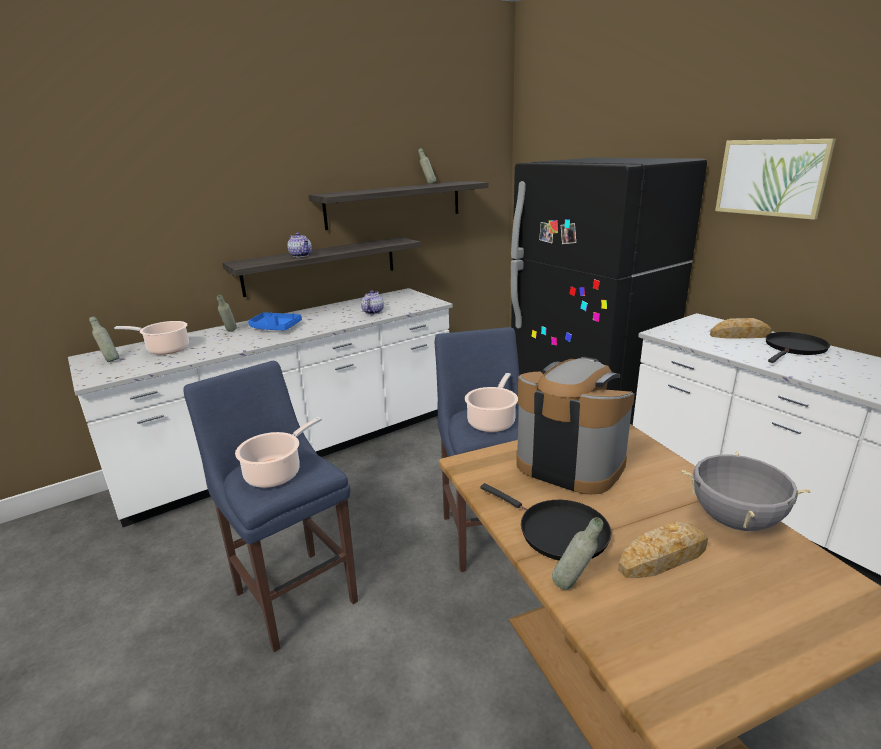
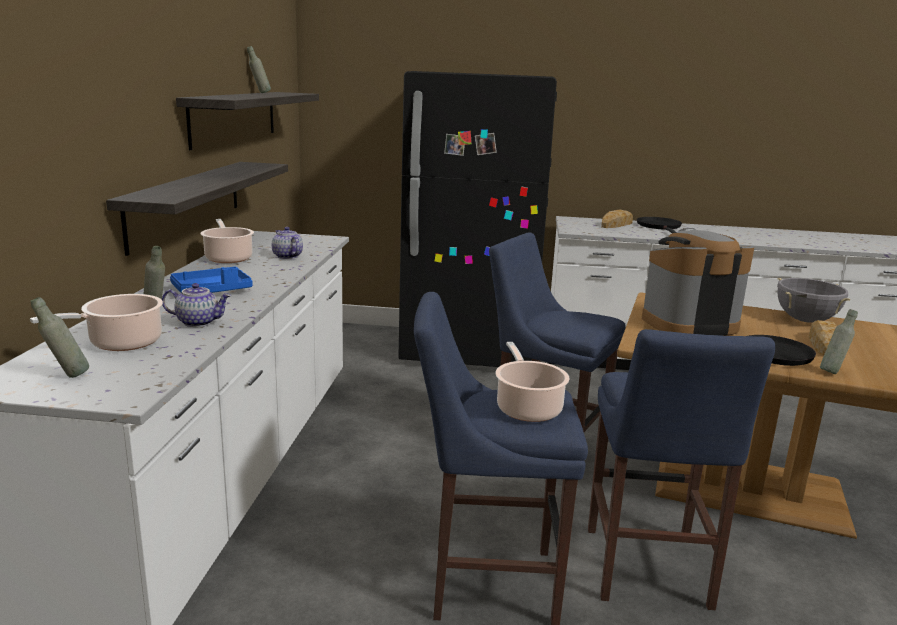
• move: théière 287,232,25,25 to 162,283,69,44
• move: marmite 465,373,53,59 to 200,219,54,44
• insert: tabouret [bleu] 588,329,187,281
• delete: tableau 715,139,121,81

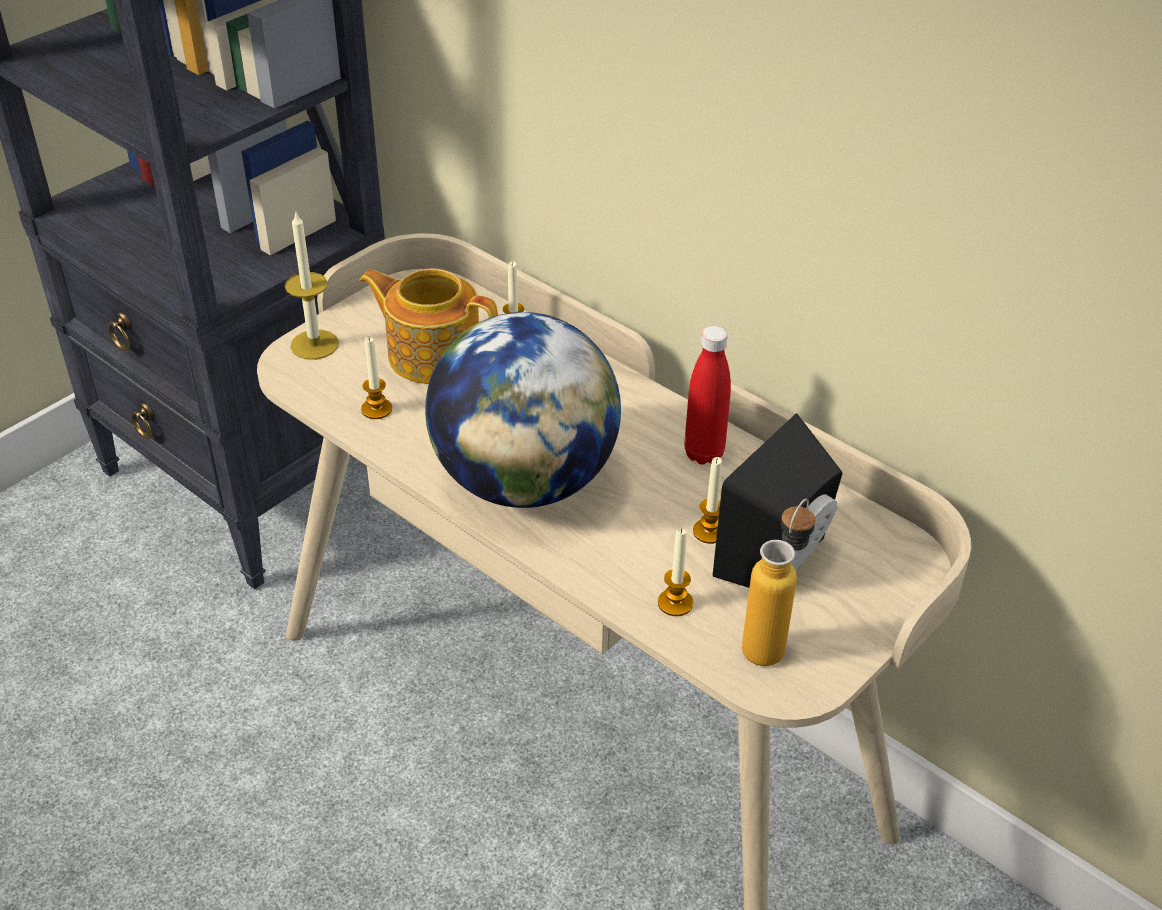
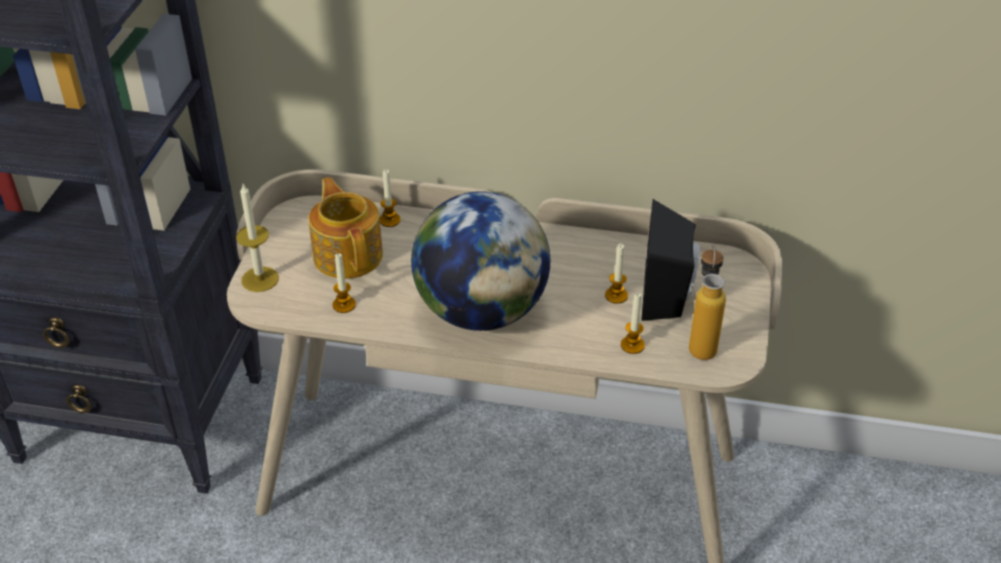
• rotate: théière 359,268,139,116 = 309,177,74,102 75 degrees clockwise
• delete: bouteille [rouge] 684,326,47,139

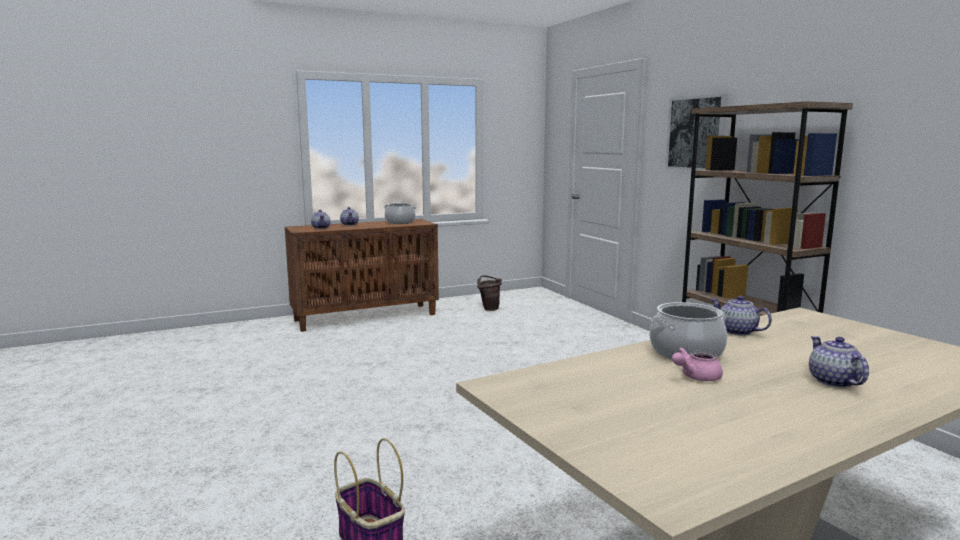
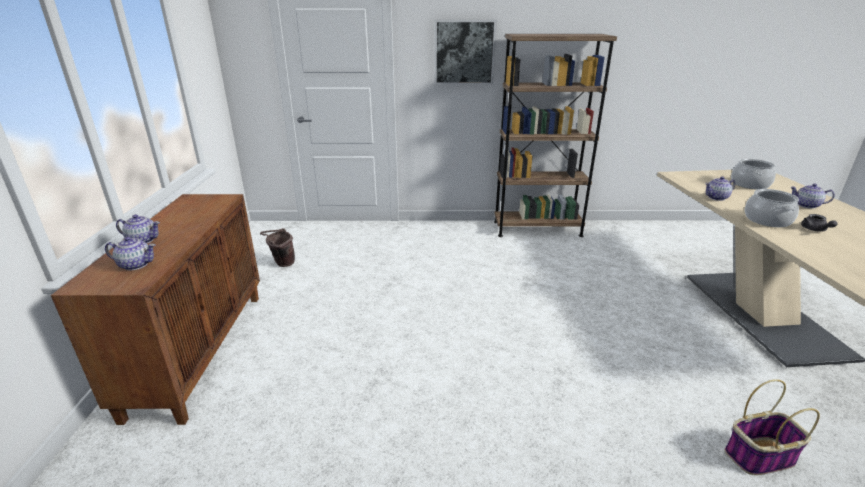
• move: marmite 384,203,32,21 to 731,159,45,31
• recolor: théière [rose] 672,347,51,34 to théière [gris] 801,214,37,18

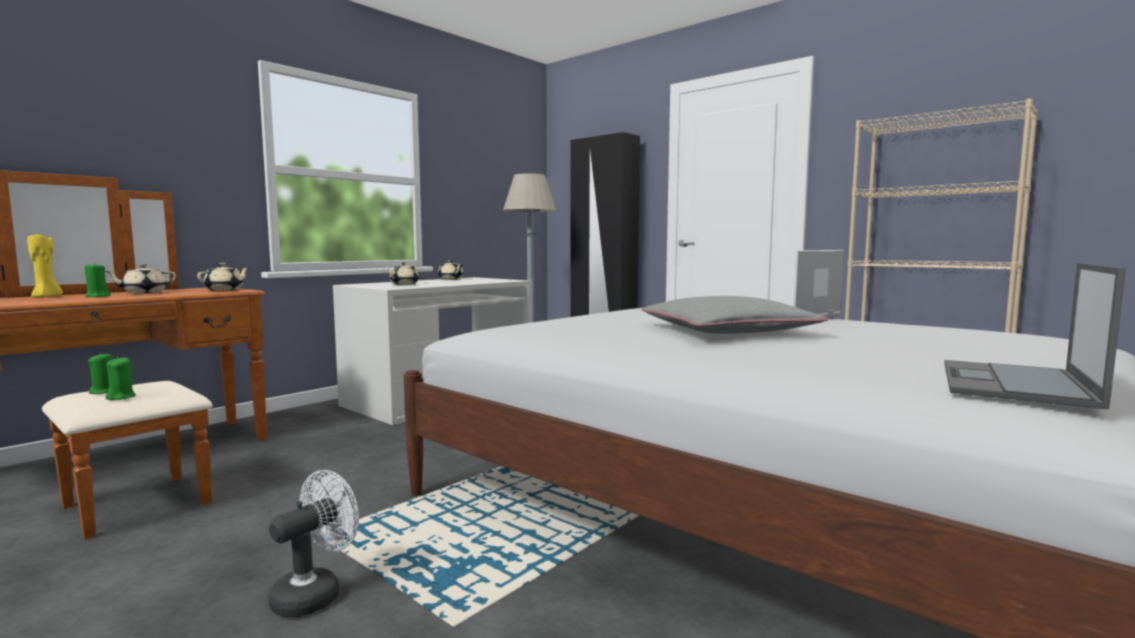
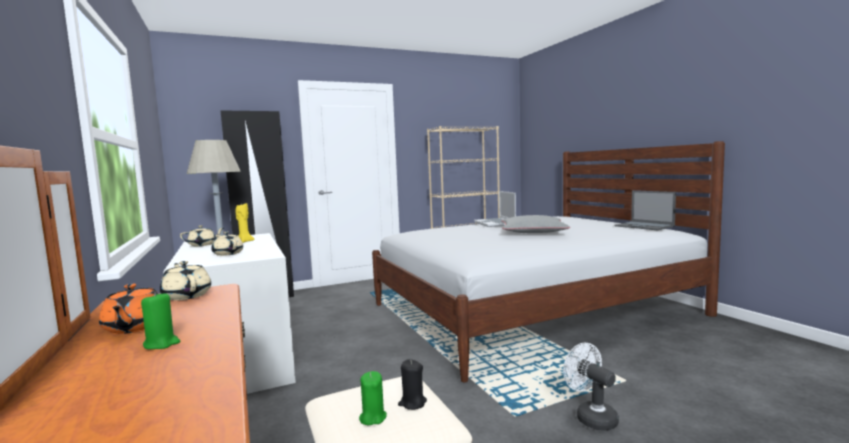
• recolor: théière [beige] 105,264,71,29 to théière [orange] 99,284,60,50
• move: bougie [jaune] 27,234,36,64 to 235,203,20,40
• recolor: bougie [vert] 106,357,30,43 to bougie [noir] 398,359,29,51

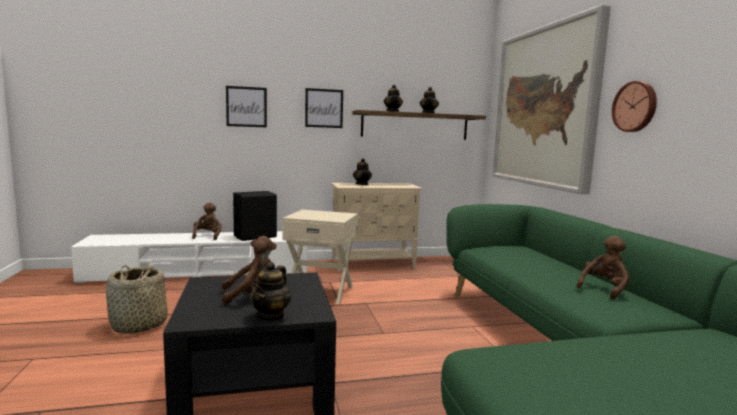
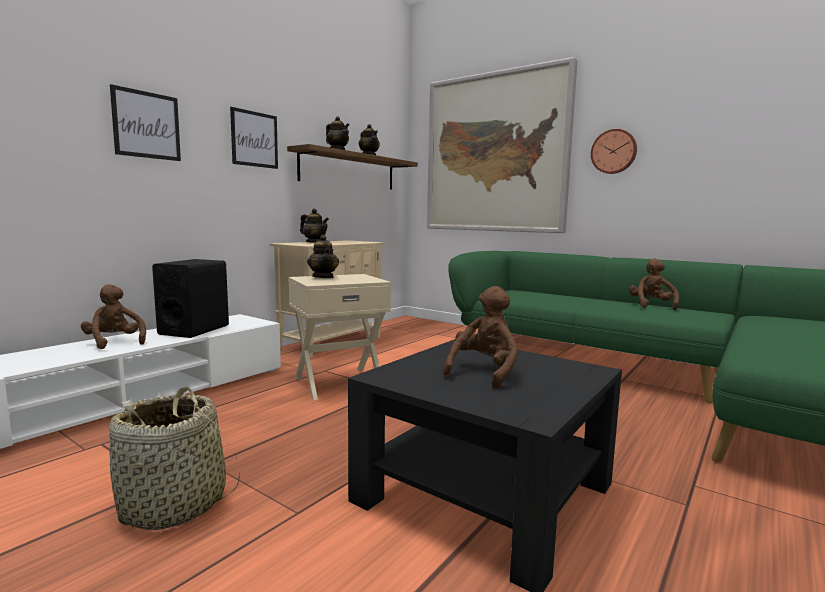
• move: théière 250,261,41,61 to 307,235,32,43

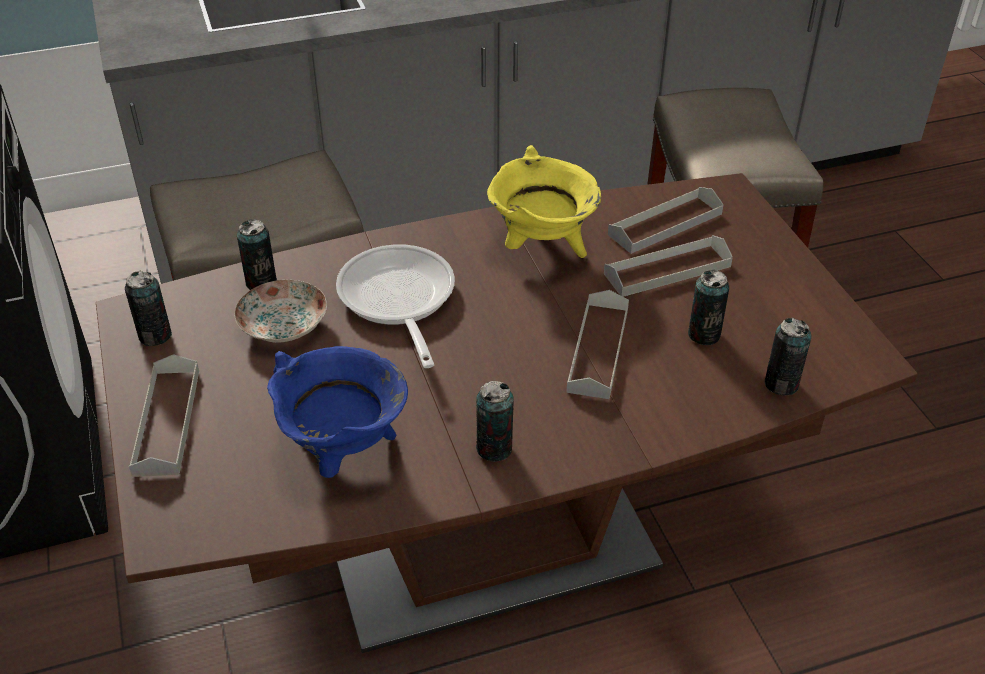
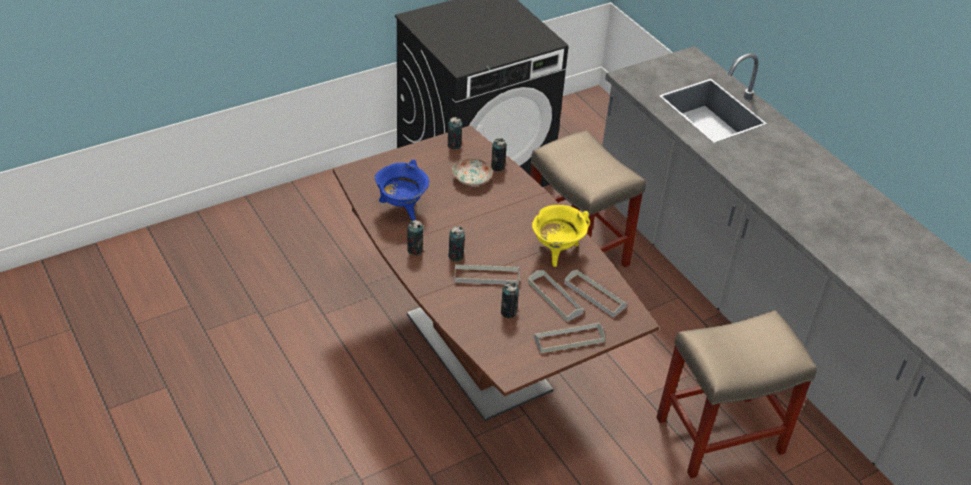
• move: boîte métallique 765,317,46,79 to 448,226,17,36
• move: plateau [gris] 129,354,70,123 to 534,323,71,31
• delete: poêle 336,245,119,123

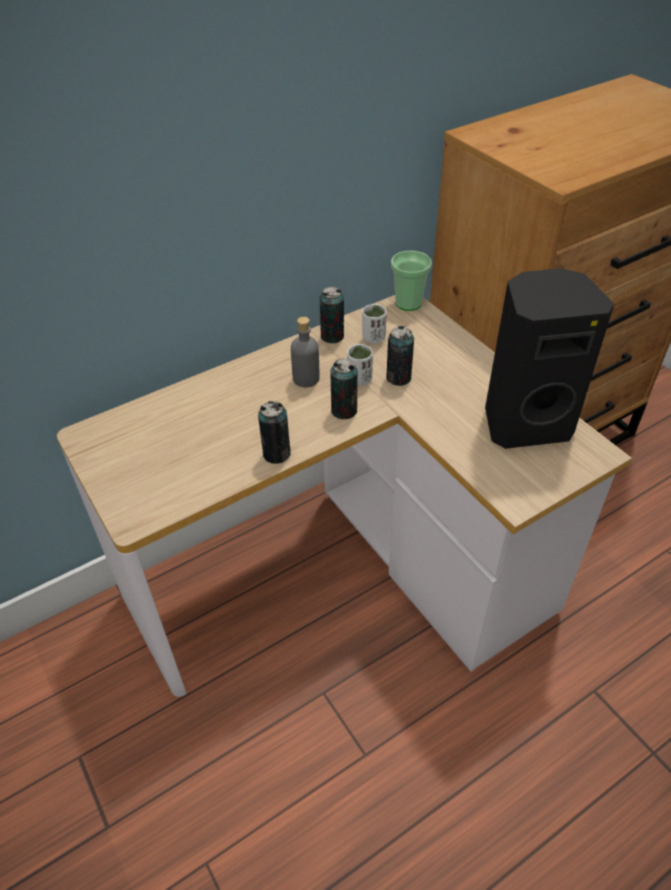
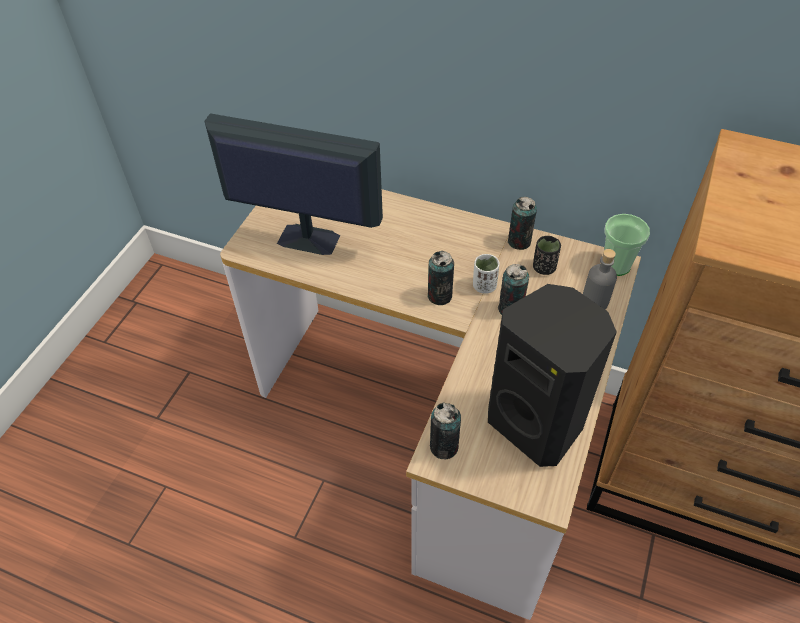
• insert: écran d'ordinateur 204,113,179,142
• move: boîte métallique 258,401,33,63 to 430,402,31,57
• recolor: tasse [blanc] 362,304,25,40 to tasse [noir] 533,236,28,39
• move: bouteille [gris] 291,317,29,70 to 583,249,34,60

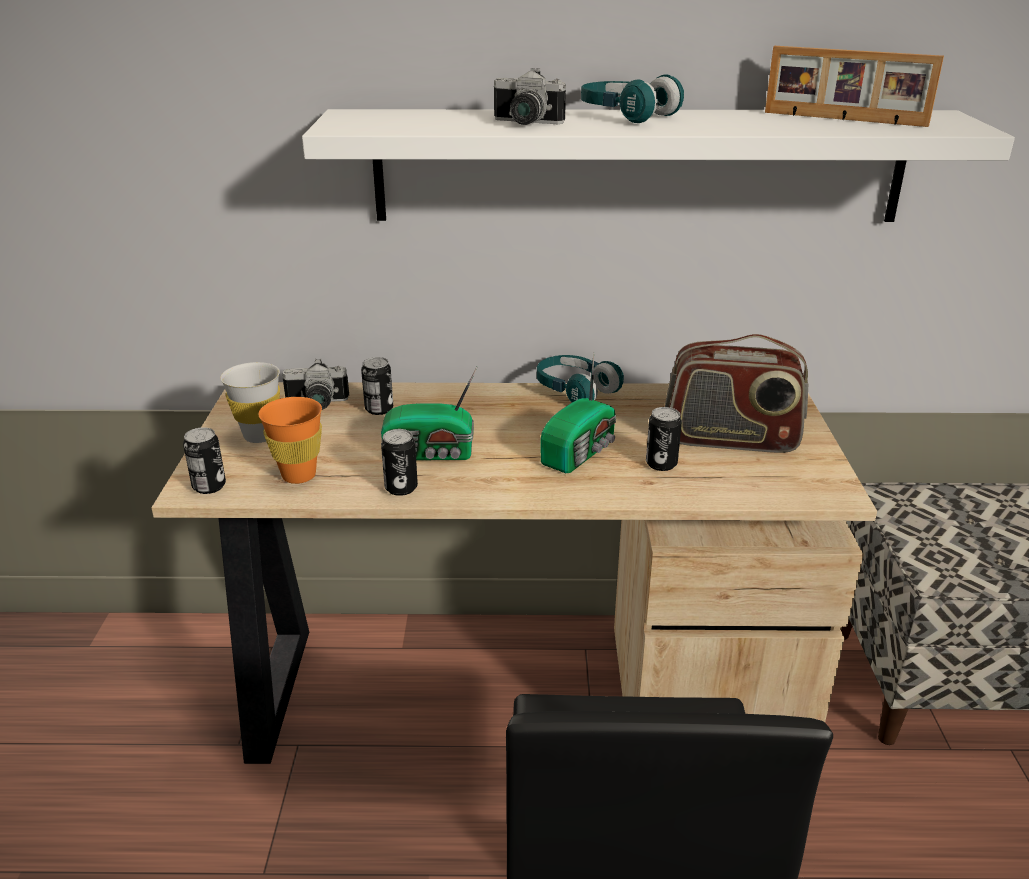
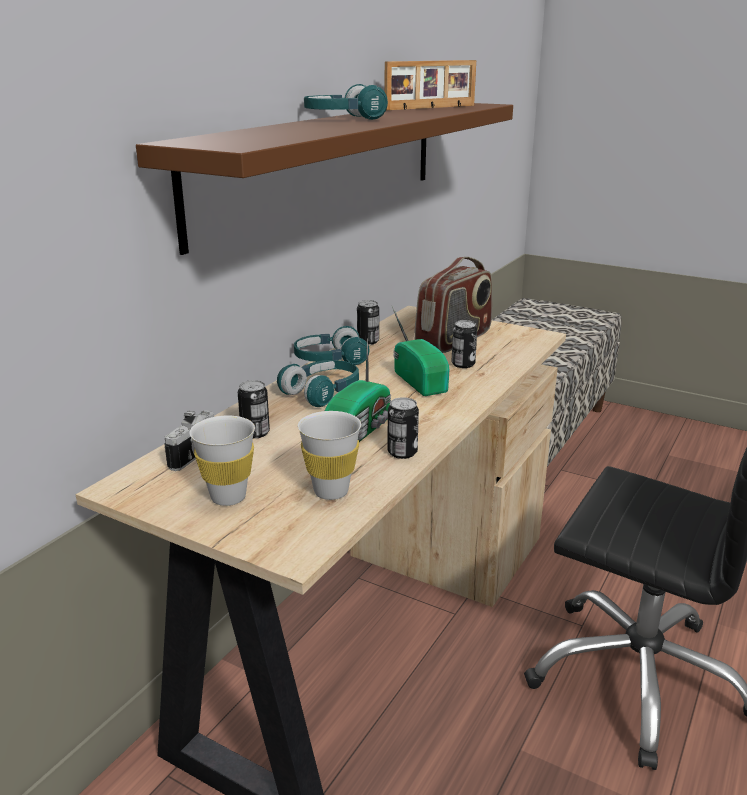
• recolor: étagère [blanc] 302,109,713,113 to étagère [marron] 136,103,377,152
• insert: casque audio [turquoise] 277,360,82,47
• recolor: tasse [orange] 258,397,64,87 to tasse [blanc] 298,411,63,89
• move: boîte métallique 183,427,43,67 to 357,300,22,45
• delete: appareil photo 494,68,72,57

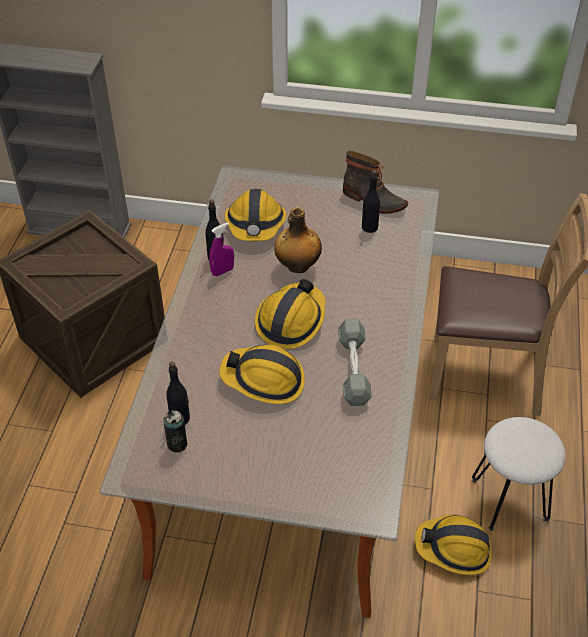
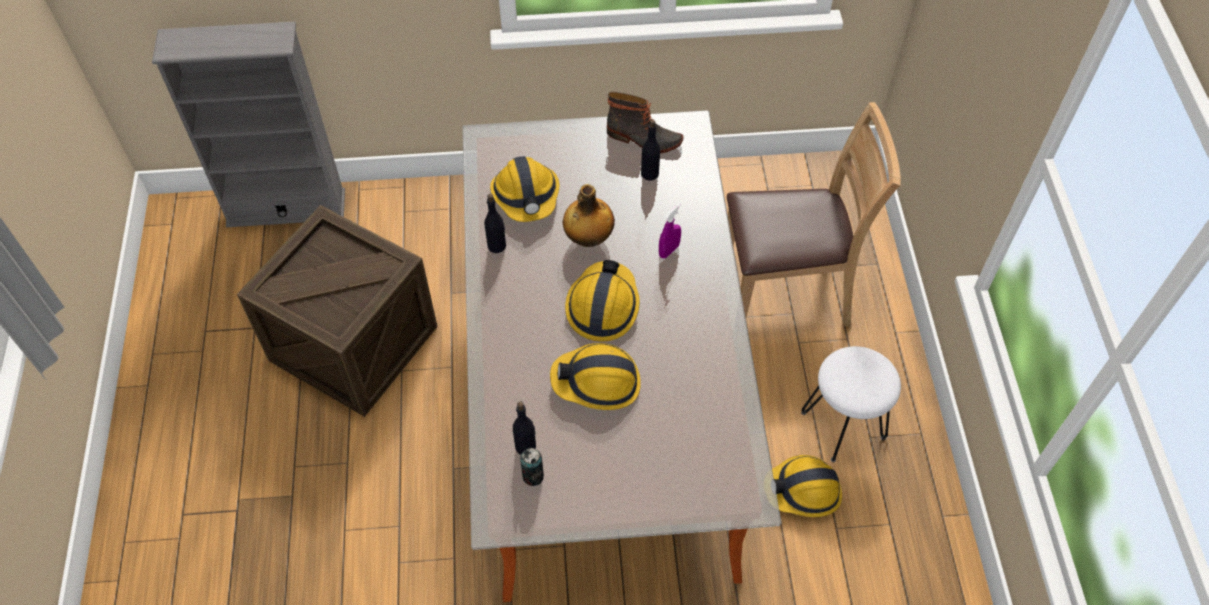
• move: vaporisateur [violet] 209,223,25,53 to 659,204,22,55
• delete: haltère [gris] 338,319,34,87

